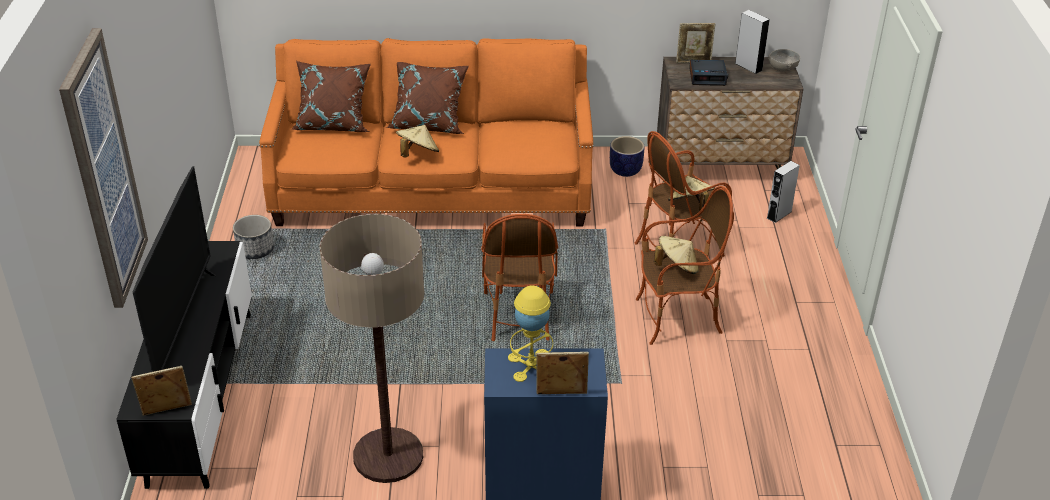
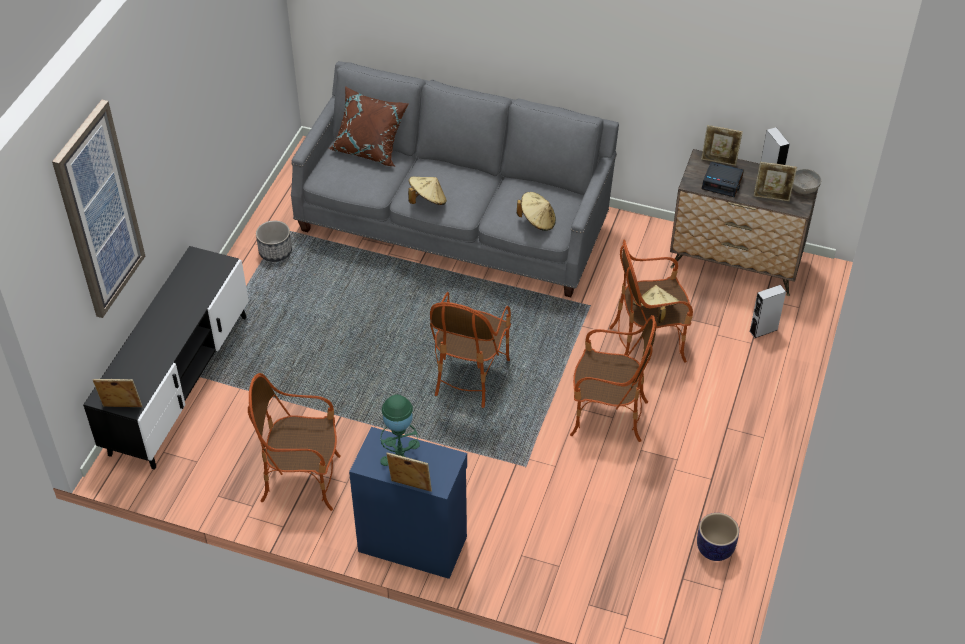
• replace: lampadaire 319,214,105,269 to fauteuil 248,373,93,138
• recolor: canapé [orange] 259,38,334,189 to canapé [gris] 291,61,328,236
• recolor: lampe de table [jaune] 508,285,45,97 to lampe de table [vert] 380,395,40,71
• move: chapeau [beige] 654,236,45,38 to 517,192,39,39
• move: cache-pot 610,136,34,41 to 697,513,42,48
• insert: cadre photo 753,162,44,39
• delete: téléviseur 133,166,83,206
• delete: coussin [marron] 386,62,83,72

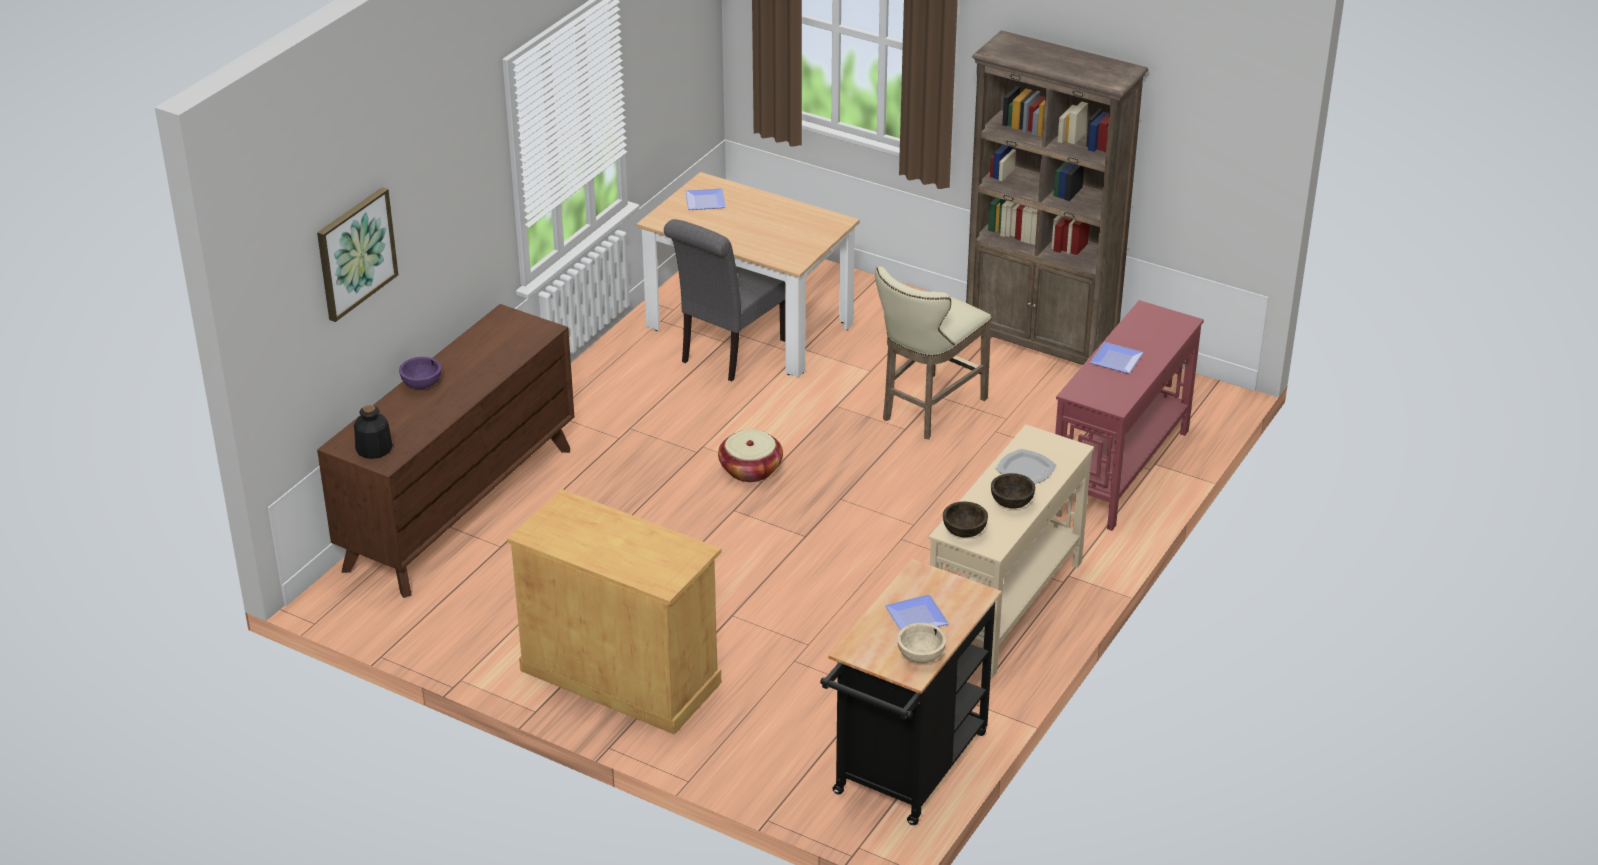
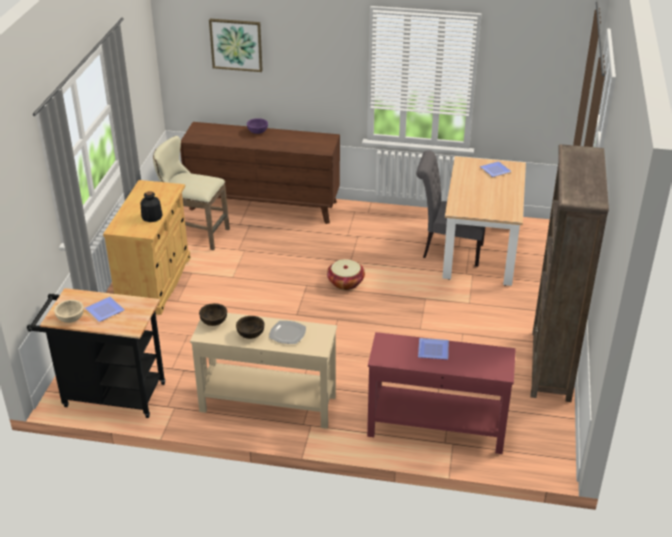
• move: bouteille 354,405,39,54 to 140,191,23,31
• move: tabouret [beige] 875,266,117,173 to 153,136,77,114

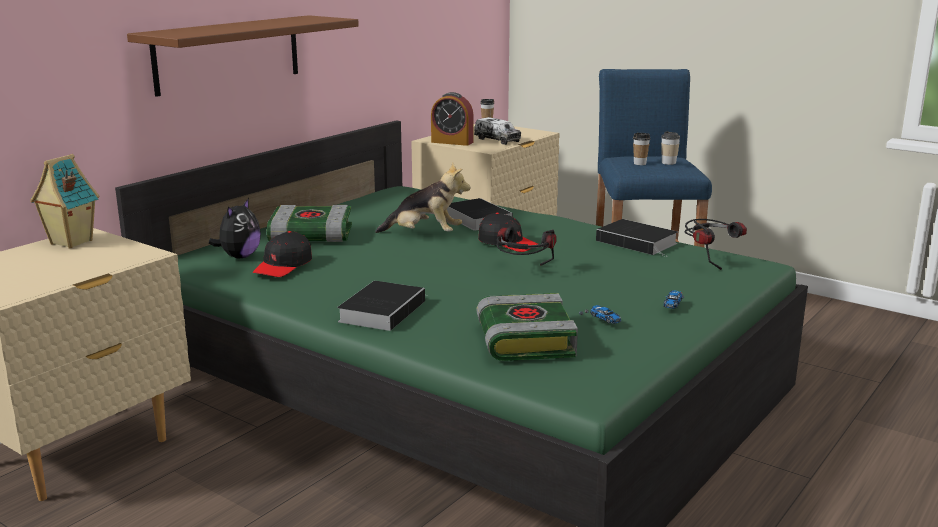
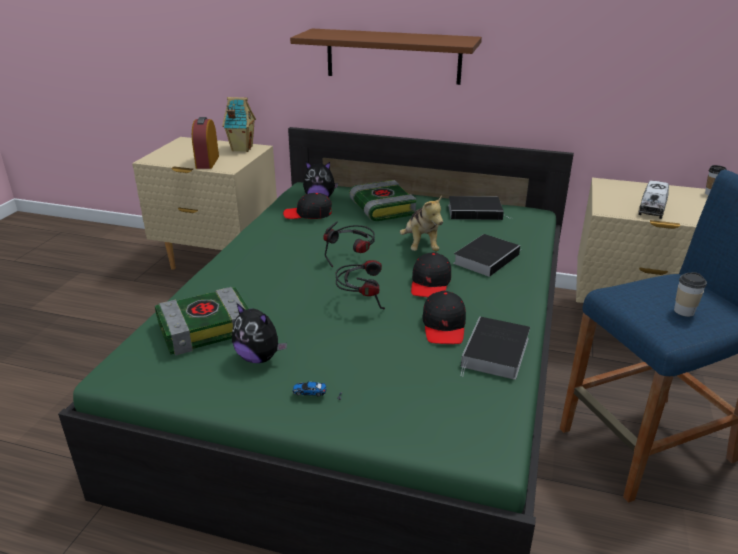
• move: réveil 431,92,42,54 to 192,117,27,52
• replace: petite voiture 579,305,42,19 to peluche 232,303,55,60
• move: casque audio 685,219,62,51 to 323,221,52,47
• insert: casquette [noir] 422,291,44,53
• move: livre 337,281,91,50 to 448,196,64,24
• delete: tasse 633,133,17,32

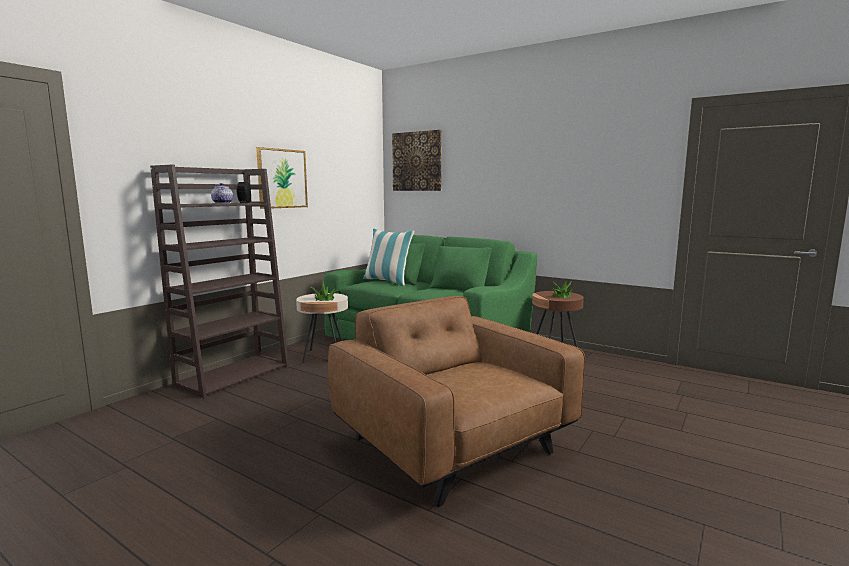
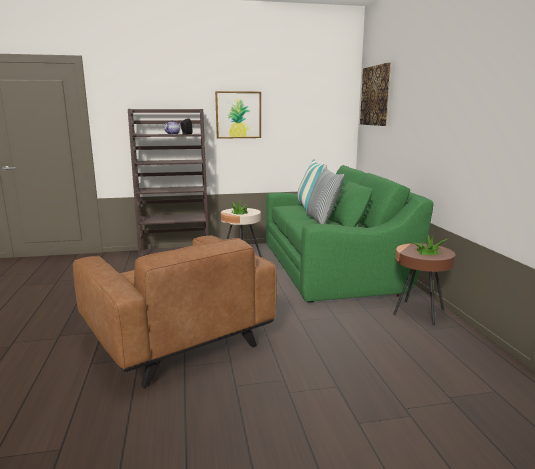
• rotate: fauteuil [marron] 328,296,257,211 = 73,235,204,153 135 degrees clockwise
• insert: coussin 306,167,38,57

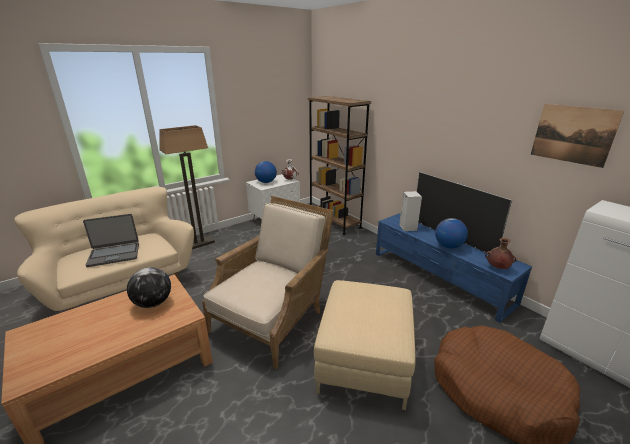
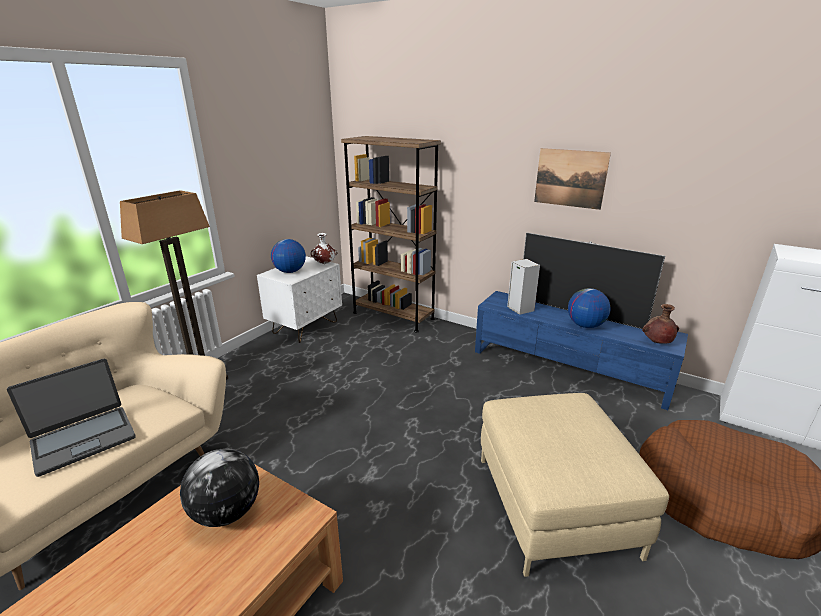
• move: tableau 531,104,93,64 to 534,148,77,62
• delete: fauteuil [beige] 202,196,132,173

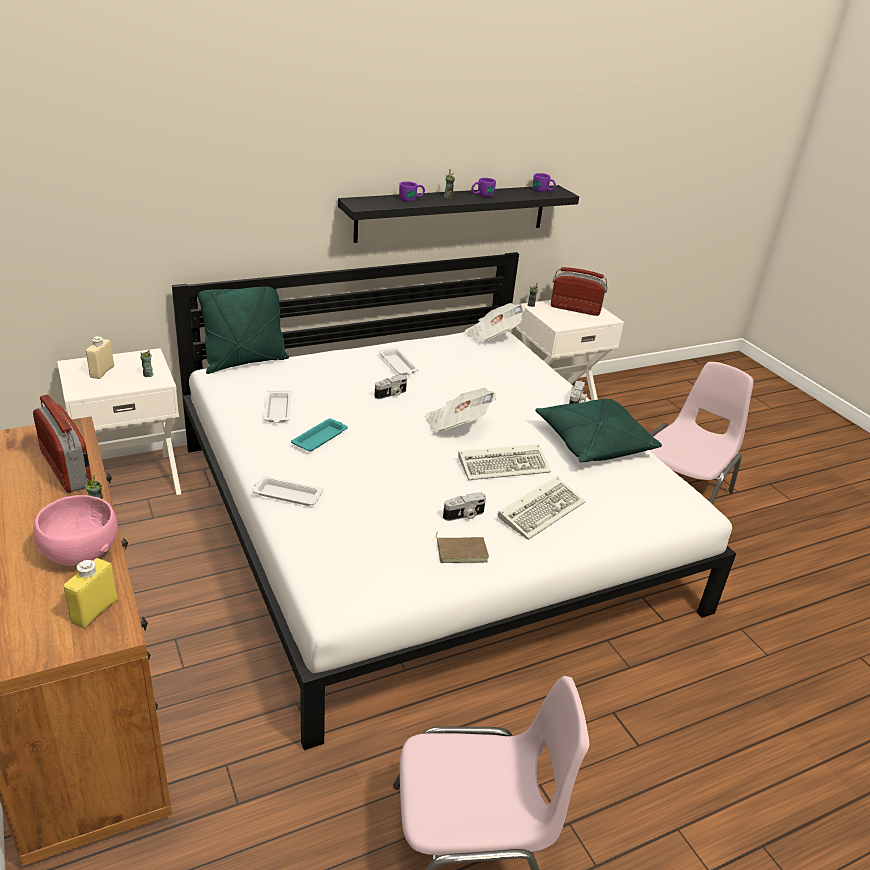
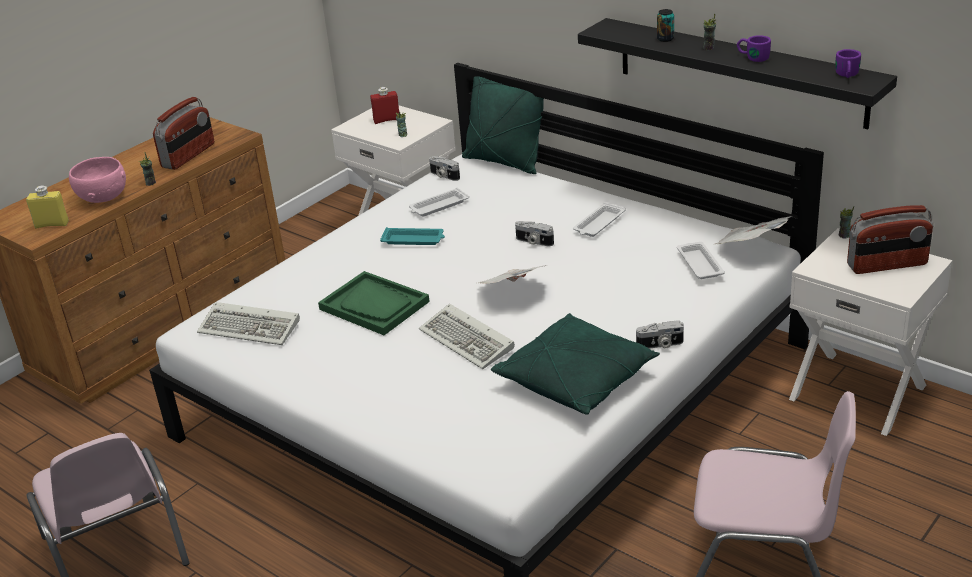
• move: clavier 498,476,88,64 to 197,302,103,43
• insert: plateau [vert] 318,271,112,64
• recolor: bouteille [beige] 86,336,28,43 to bouteille [rouge] 370,87,29,37
• move: appareil photo 443,492,43,29 to 429,156,31,25
• replace: mug [violet] 399,181,26,21 to boîte métallique 657,9,17,33
• move: plateau [blanc] 253,476,70,30 to 677,242,48,37
• rotate: radio 551,267,57,49 = 847,205,86,69 90 degrees clockwise
• delete: livre [marron] 436,532,53,31

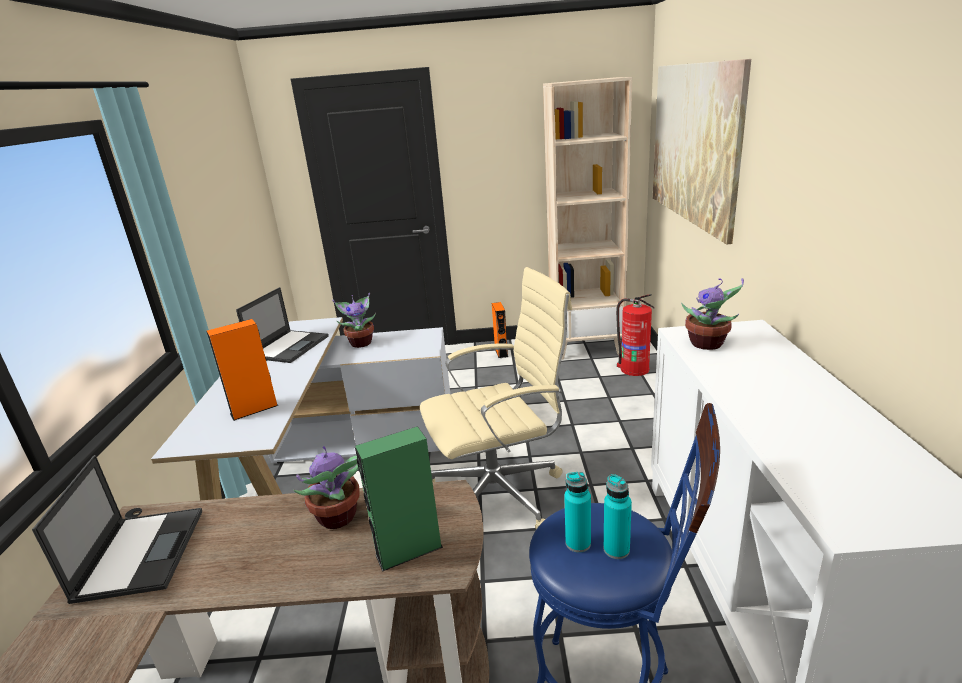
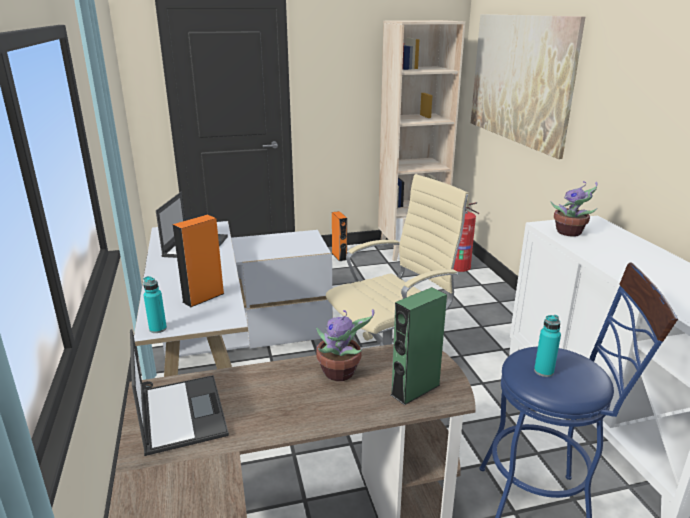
• move: bouteille [turquoise] 604,474,28,85 to 143,276,24,57
• delete: plante en pot 332,293,44,55

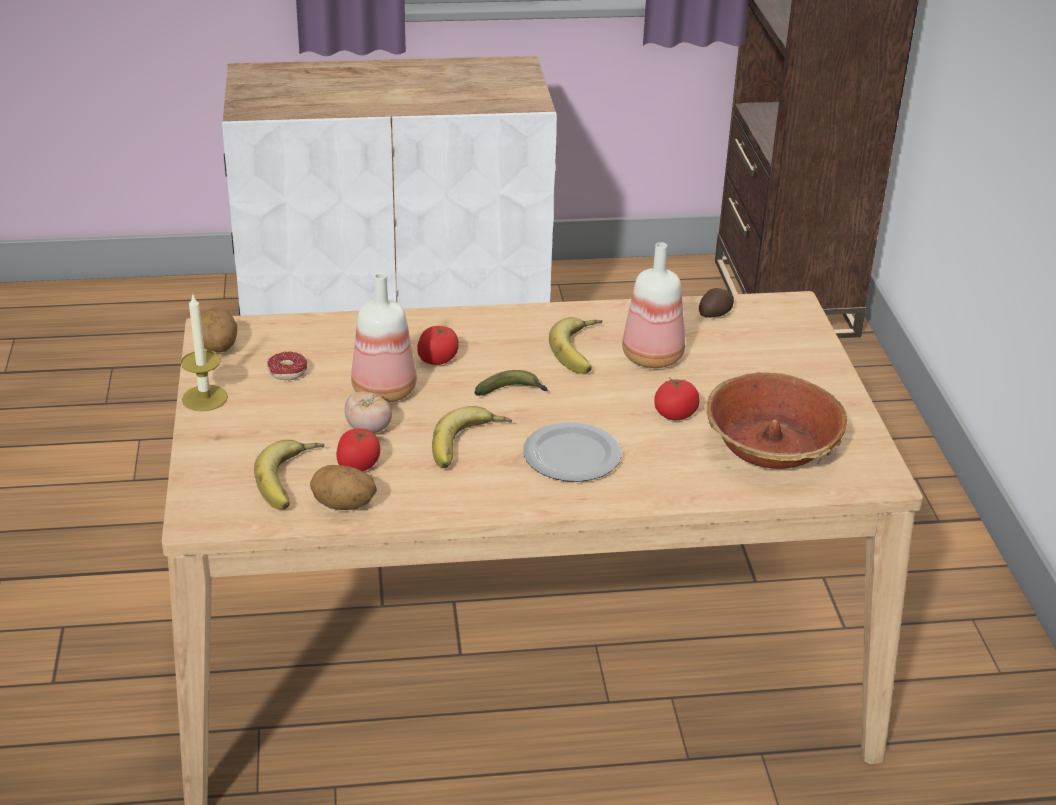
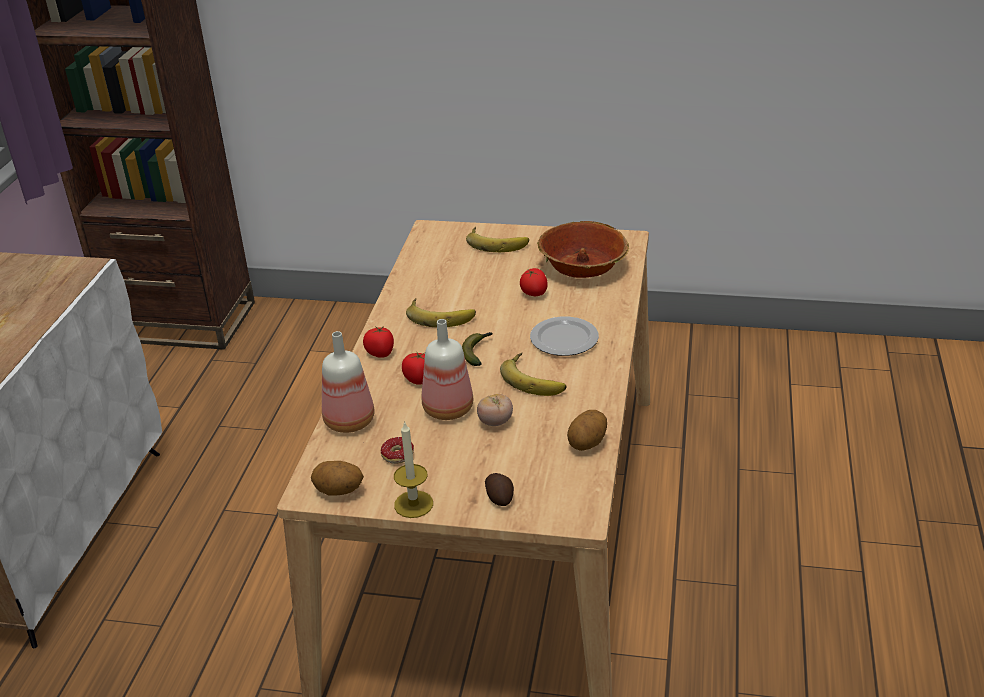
• move: bouteille 622,242,63,126 to 322,331,52,102
• move: tomate 336,429,44,42 to 363,325,31,33
• move: banane 254,440,70,69 to 466,227,63,26
• move: pomme de terre 699,288,35,30 to 485,473,29,33

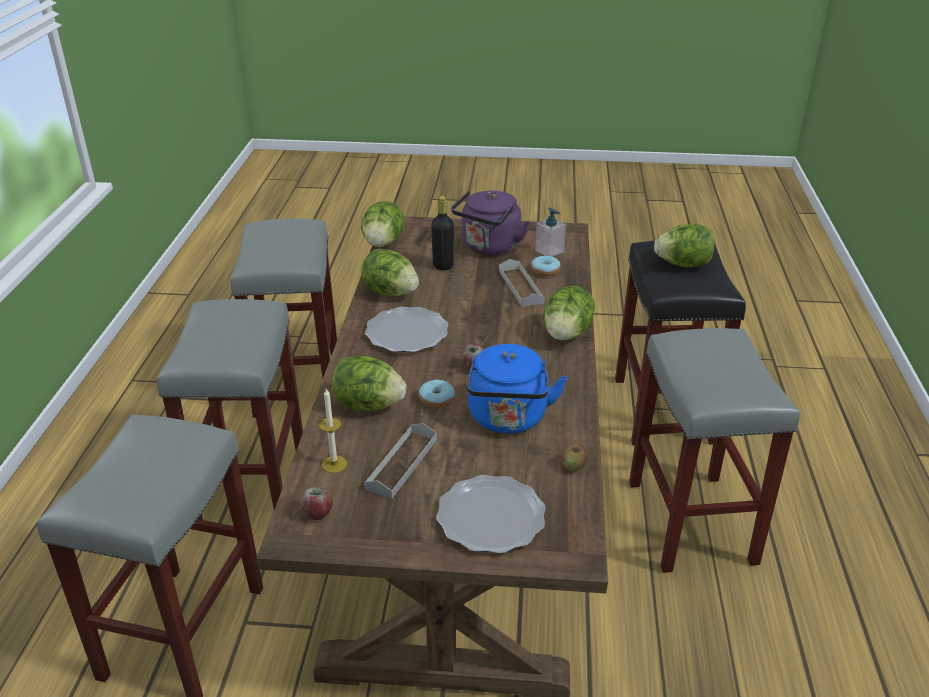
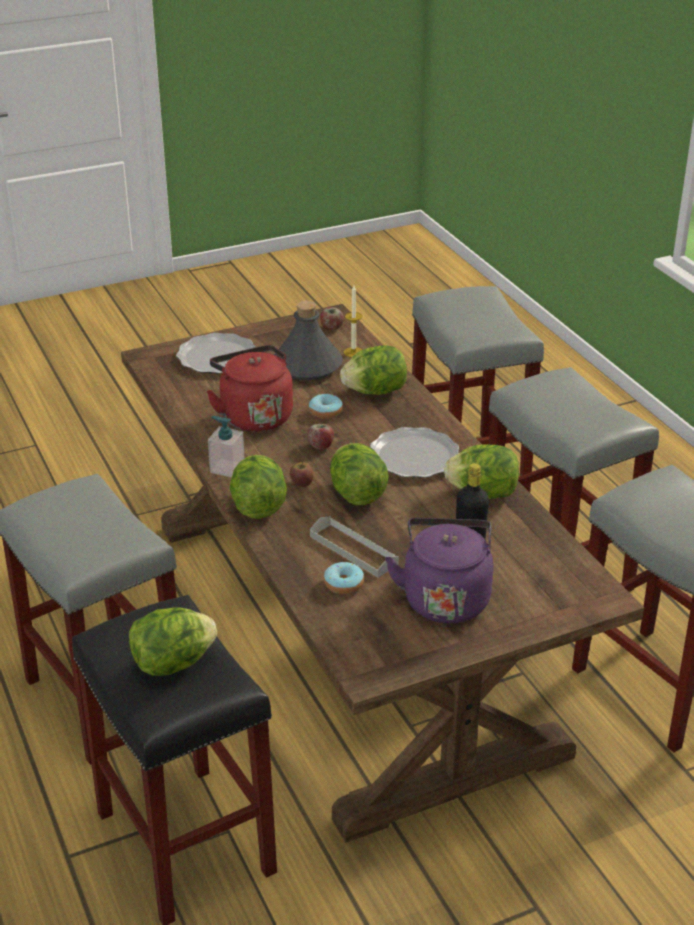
• recolor: bouilloire [bleu] 467,344,100,90 to bouilloire [rouge] 206,345,87,87
• move: distributeur de savon 535,207,31,50 to 208,416,37,61
• replace: plateau [gris] 364,423,73,76 to bouteille [gris] 274,301,69,79
• move: pomme 562,443,26,28 to 290,461,24,26
• move: laitue 361,201,44,46 to 330,443,59,63

